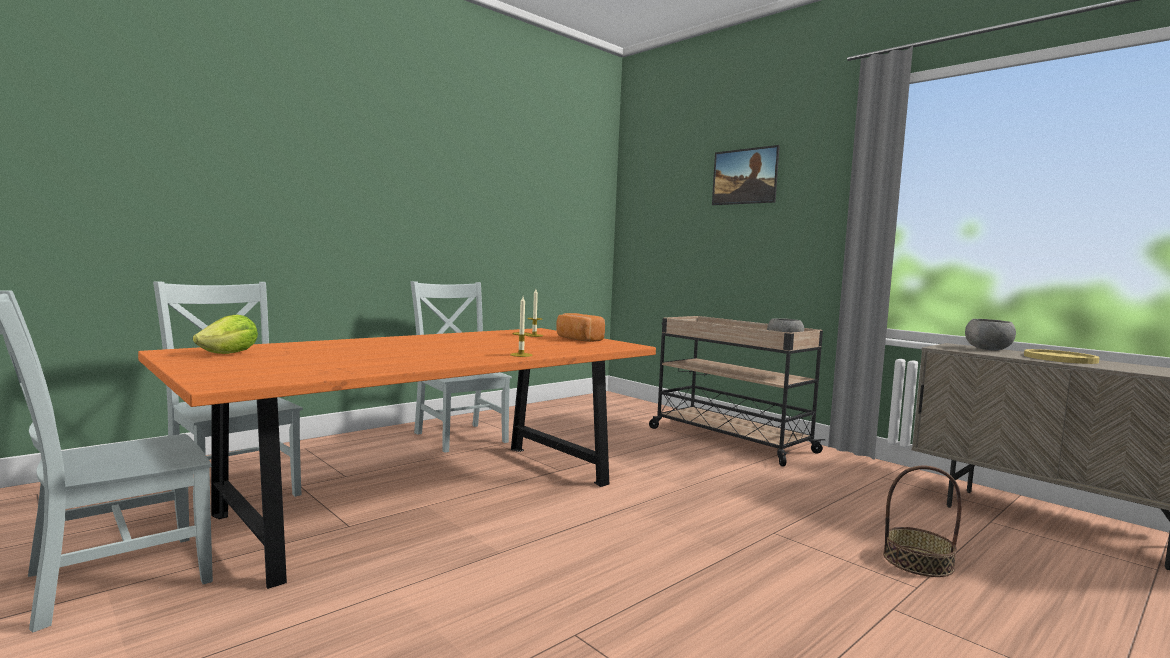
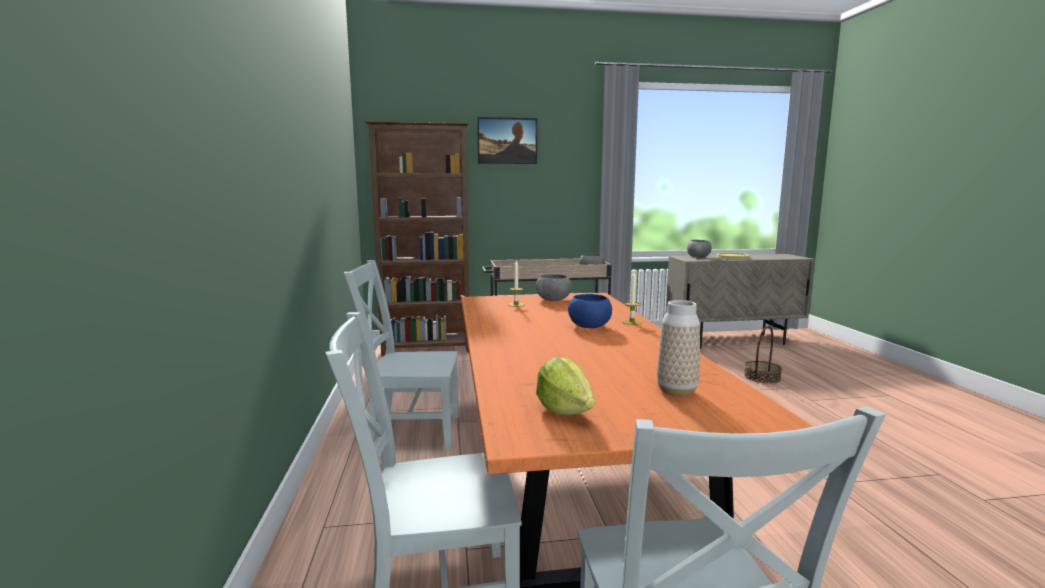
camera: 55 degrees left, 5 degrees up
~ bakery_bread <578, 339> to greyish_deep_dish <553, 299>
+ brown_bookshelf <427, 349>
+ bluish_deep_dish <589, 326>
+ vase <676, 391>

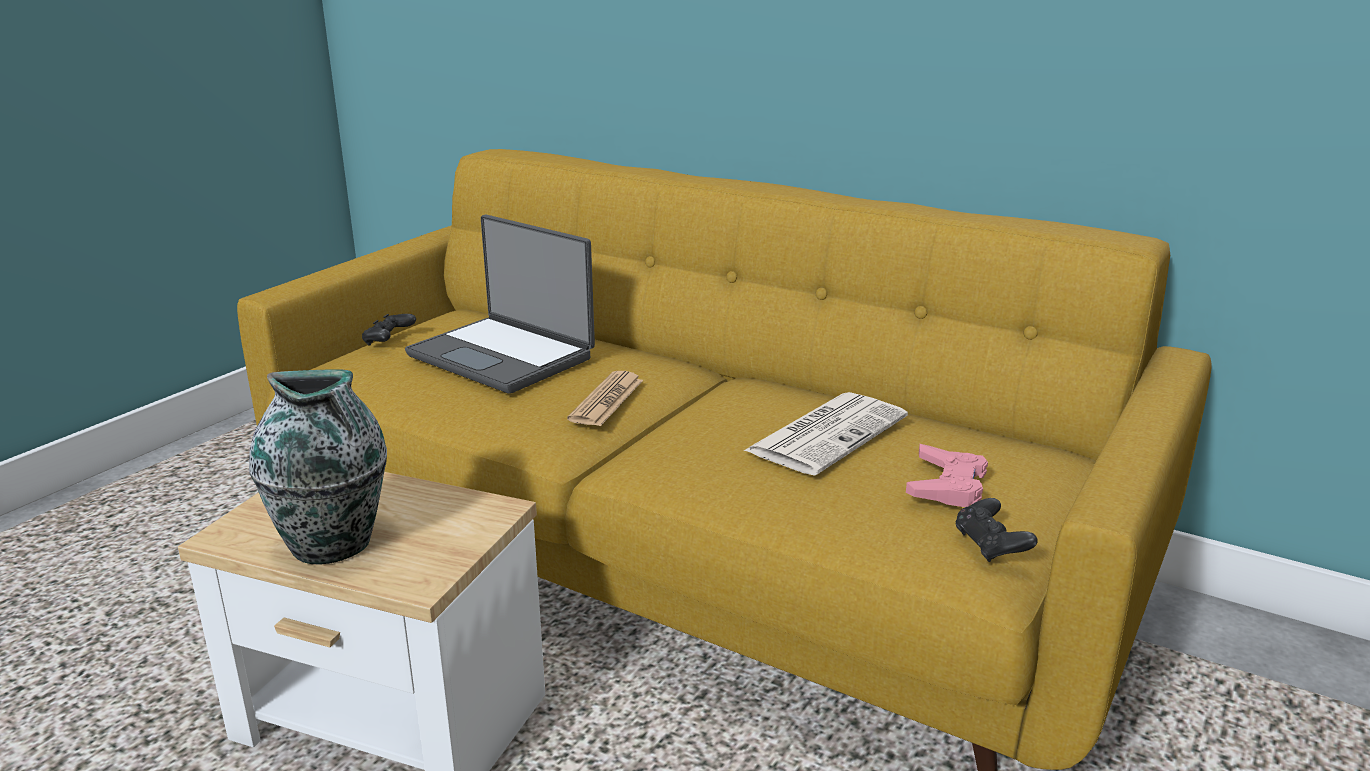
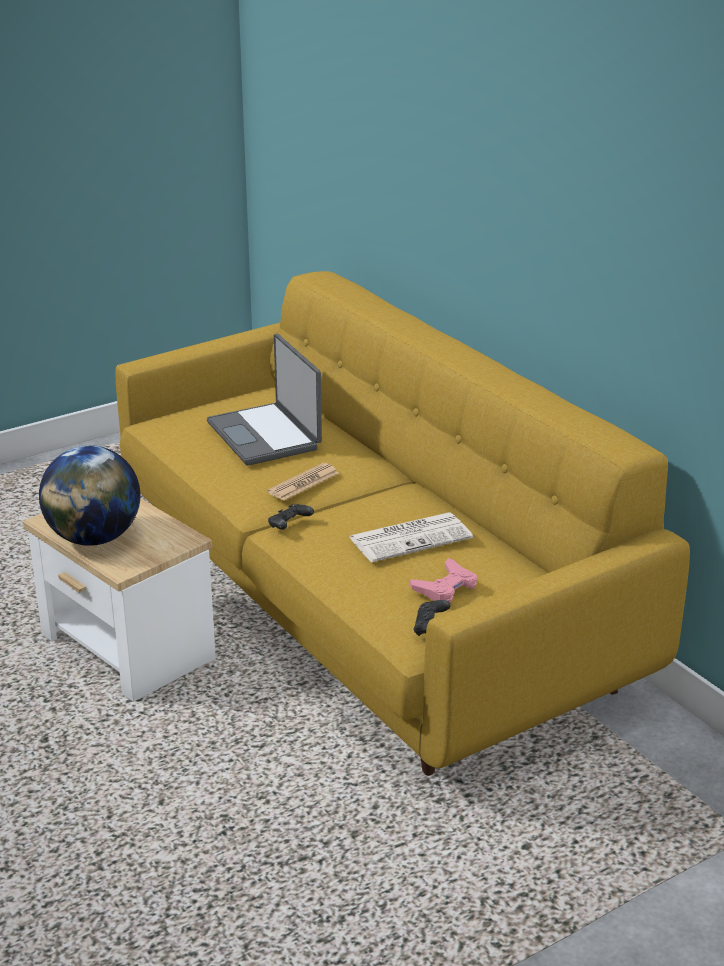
camera: 25 degrees right, 5 degrees up
~ blackish_joypad <389, 341> to <289, 526>
~ vase <333, 544> to globe <94, 538>

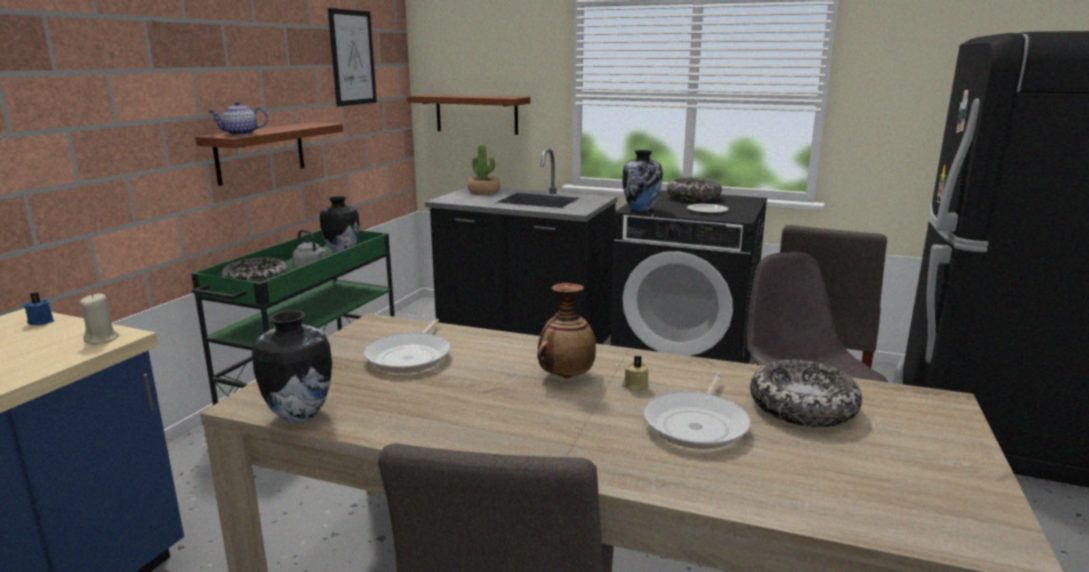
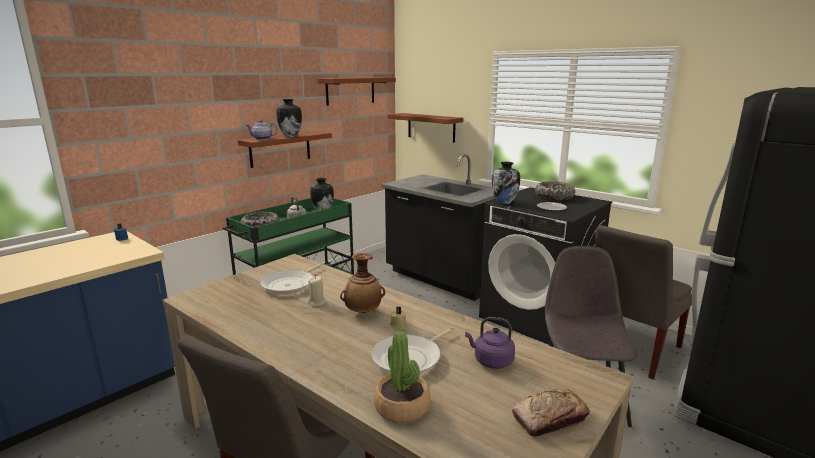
camera: 20 degrees right, 0 degrees up
~ wall_art <352, 58> to brown_wall_shelf <350, 91>
~ potted_plant <484, 192> to <402, 407>
~ sand-coloured_wax_light <102, 339> to <317, 302>
~ vase <298, 416> to <290, 136>
~ deep_dish <802, 407> to purple_water_kettle <491, 361>
+ bakery_bread <549, 418>

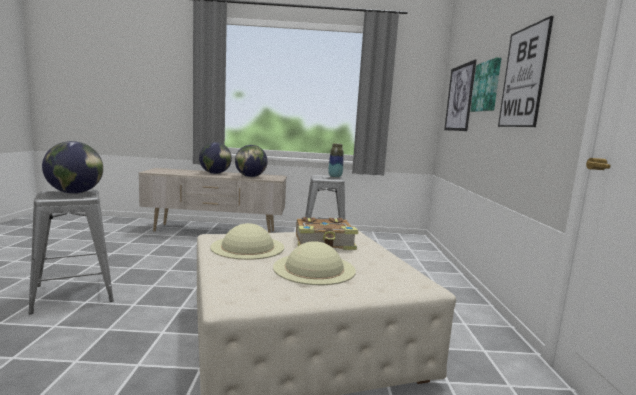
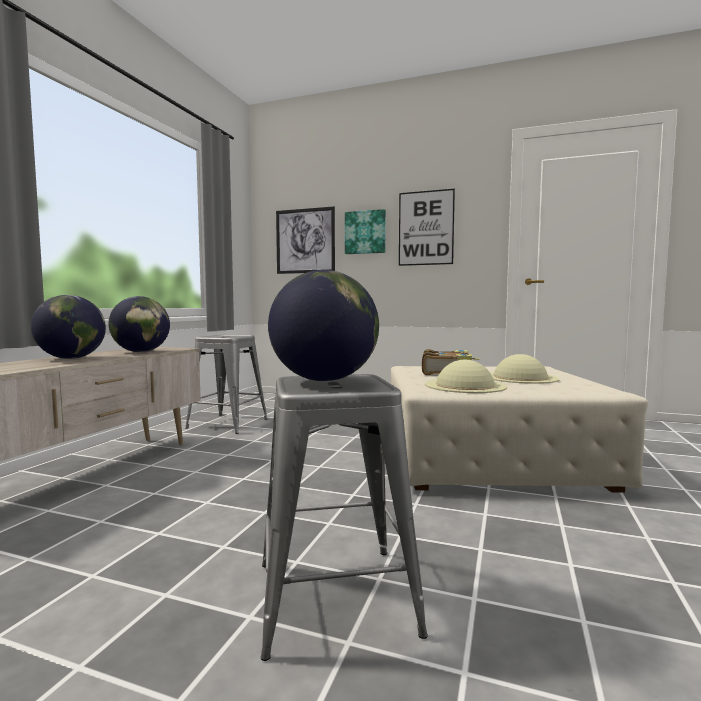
camera: 70 degrees left, 5 degrees down
- vase <335, 177>

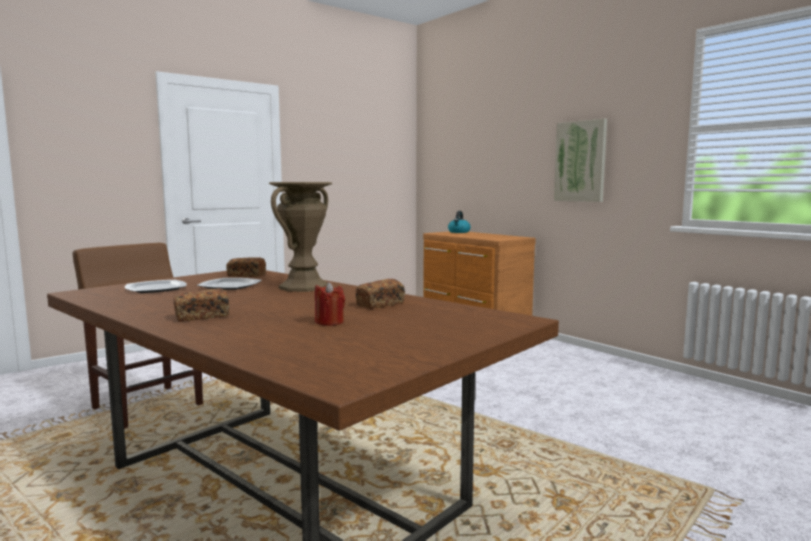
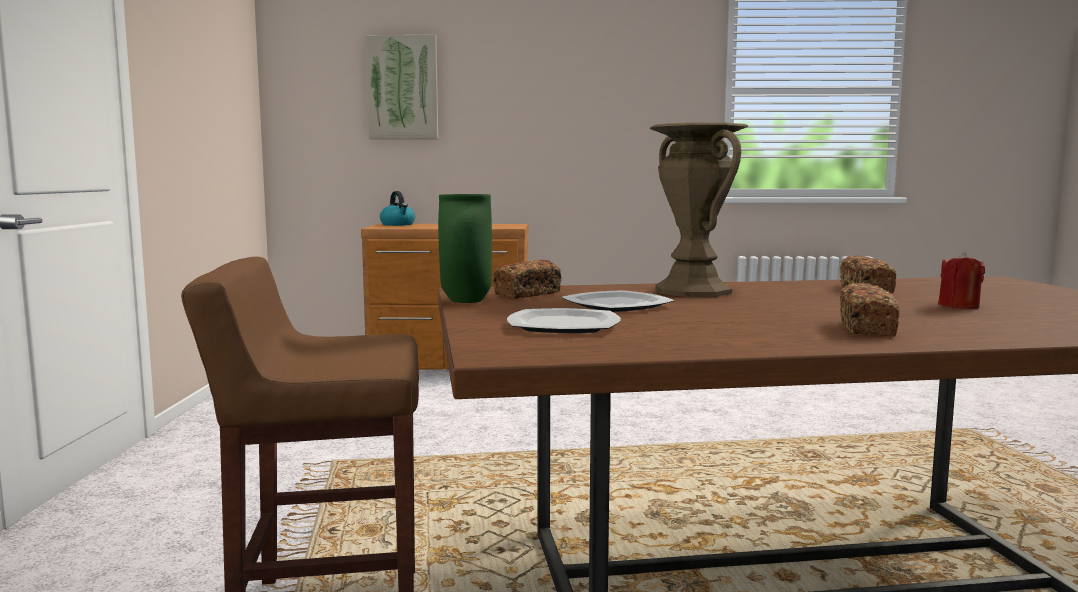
camera: 50 degrees left, 0 degrees up
~ wall_art <580, 161> to <402, 88>
+ green-coloured_vase <464, 301>

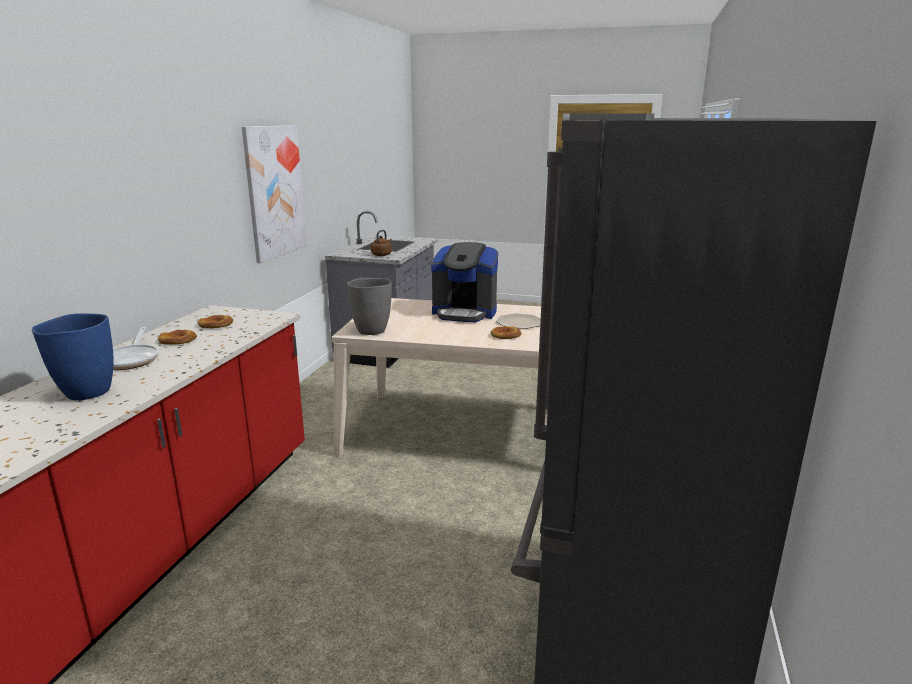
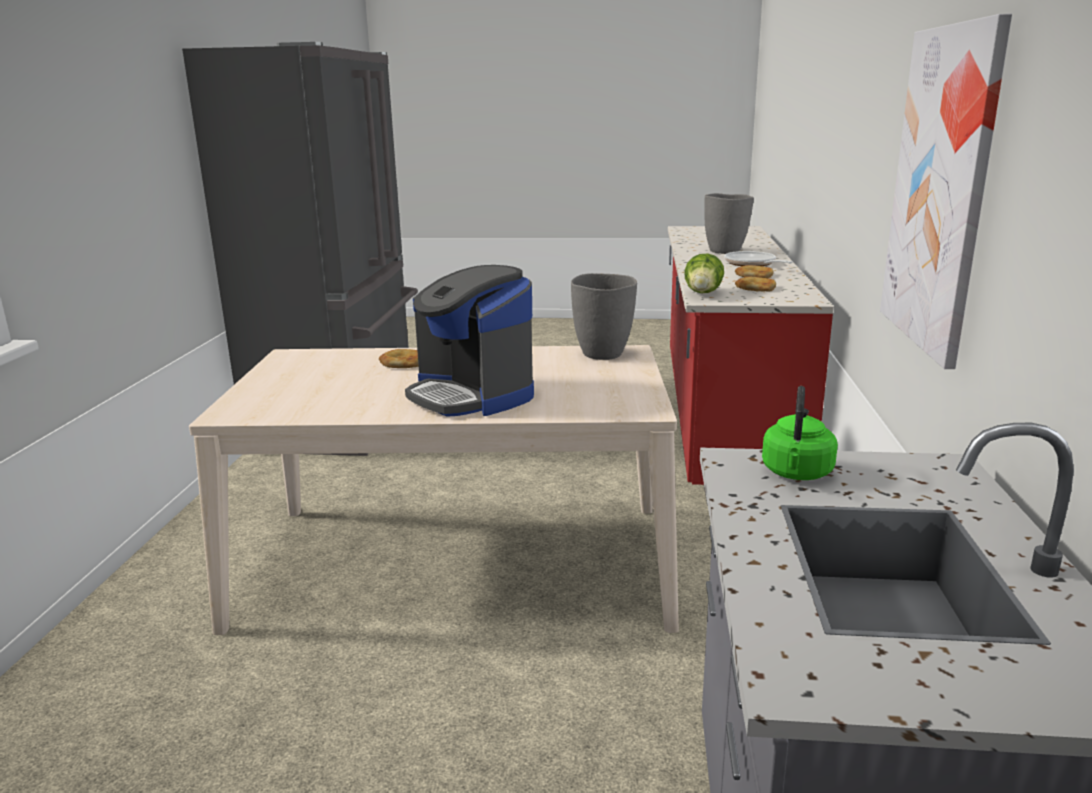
camera: 170 degrees right, 0 degrees up
~ brown_water_kettle <382, 255> to green-coloured_water_kettle <796, 474>
~ coffee_brewer <465, 313> = <472, 395> 135 degrees counterclockwise
~ bluish_vase <86, 393> to greyish_vase <725, 251>
- flat_dish <519, 322>
+ lettuce <703, 294>

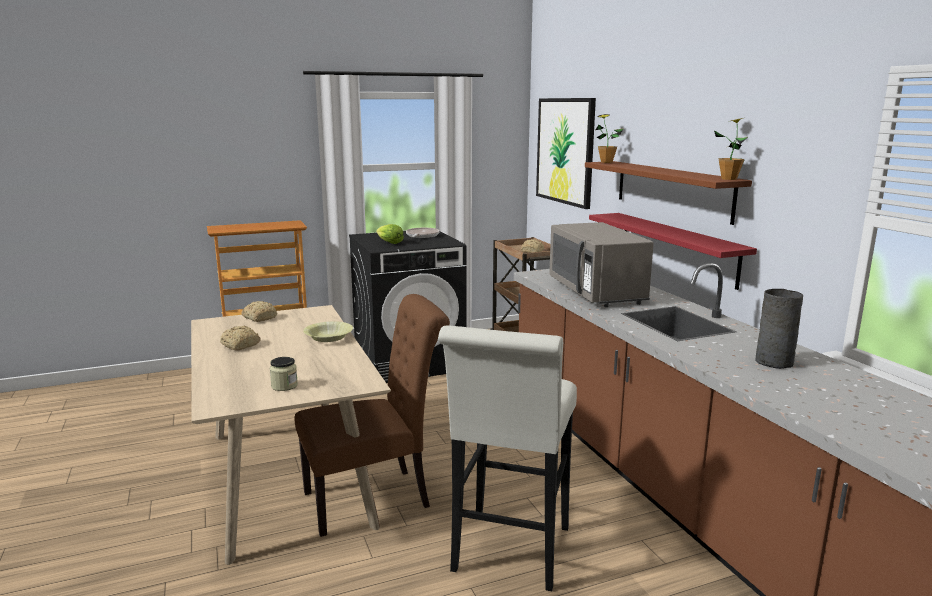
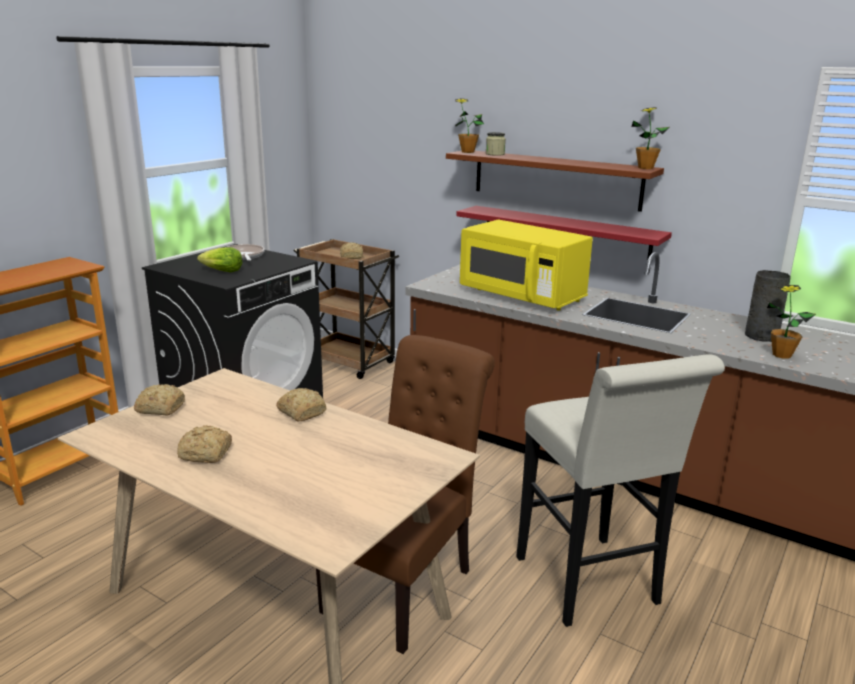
camera: 35 degrees left, 5 degrees up
- wall_art <565, 151>
~ greyish_microwave <596, 292> to yellow_microwave <522, 296>
~ yellow_deep_dish <329, 338> to bakery_bread <302, 412>
~ storage_jar <284, 386> to <495, 154>
+ potted_plant <781, 355>

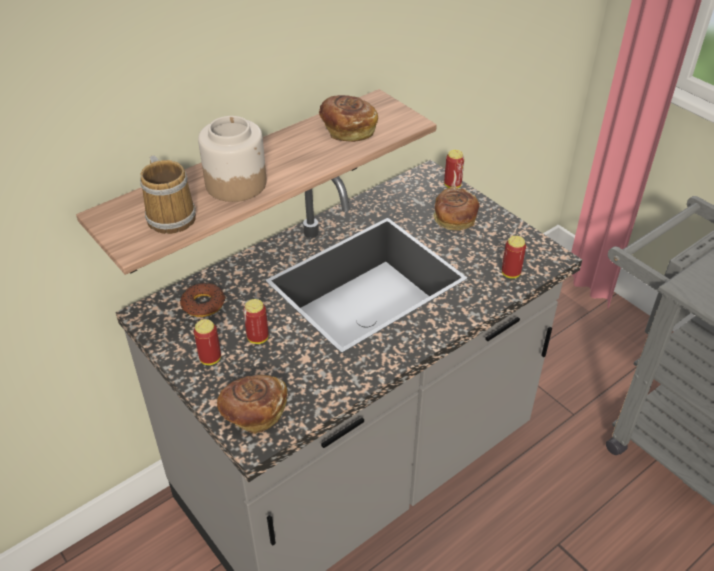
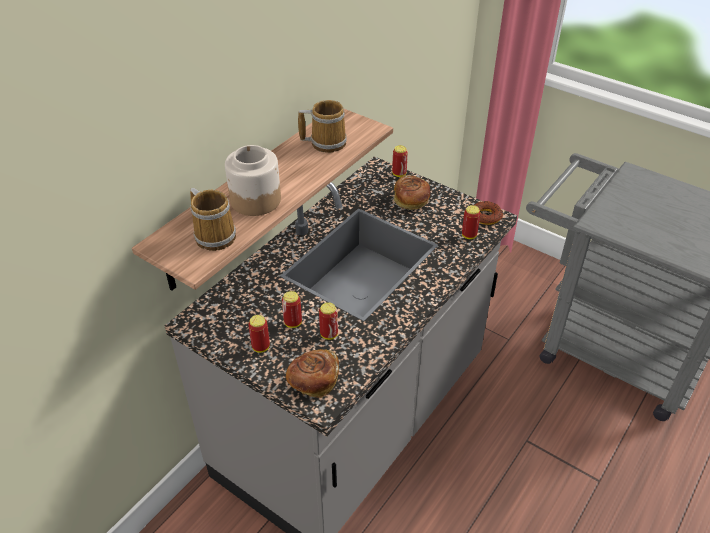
camera: 15 degrees left, 0 degrees up
~ bakery_bread <347, 129> to mug <326, 142>
~ donut <203, 304> to <486, 216>
+ sealed_can <329, 334>

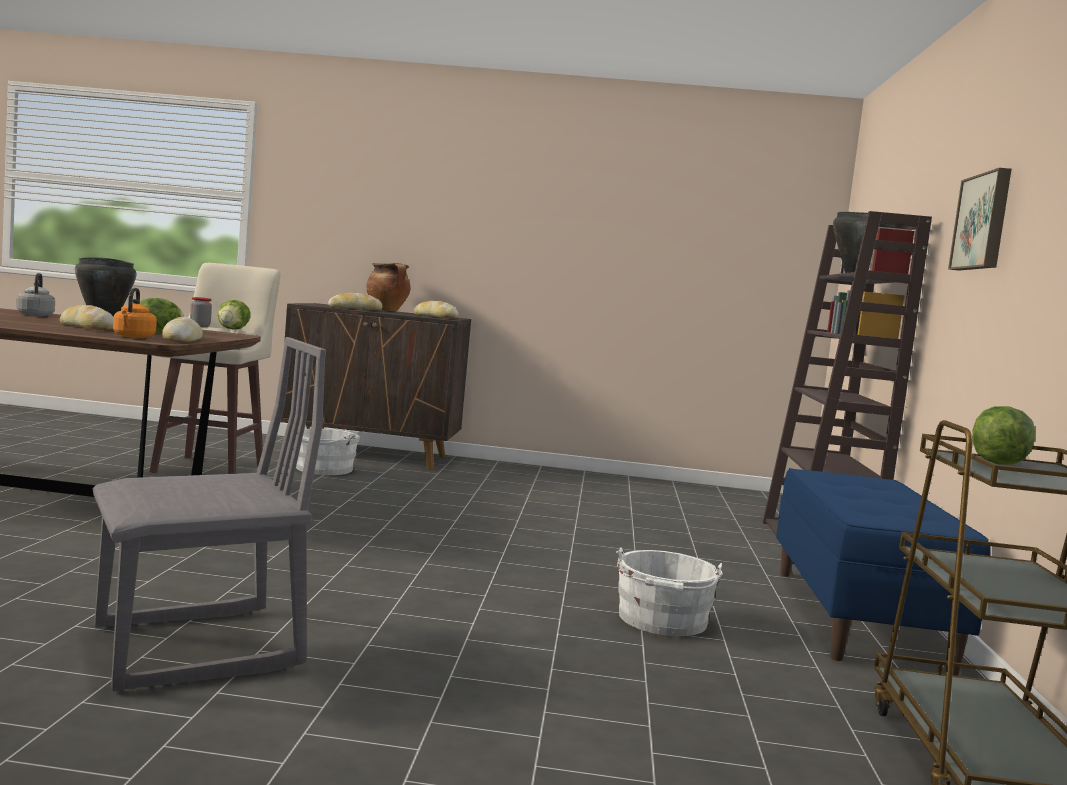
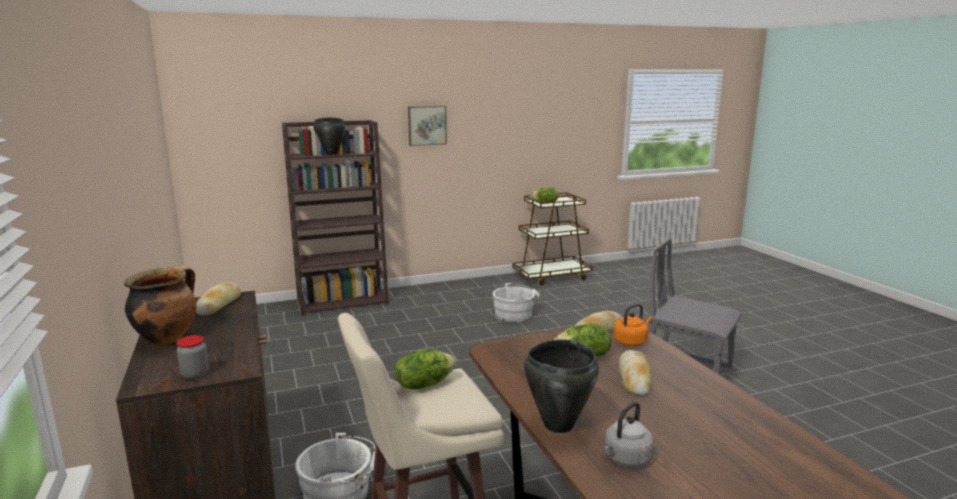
camera: 115 degrees left, 10 degrees up
- bakery_bread <355, 309>
~ storage_jar <200, 326> to <195, 374>
- bluish_long_seat <858, 618>

